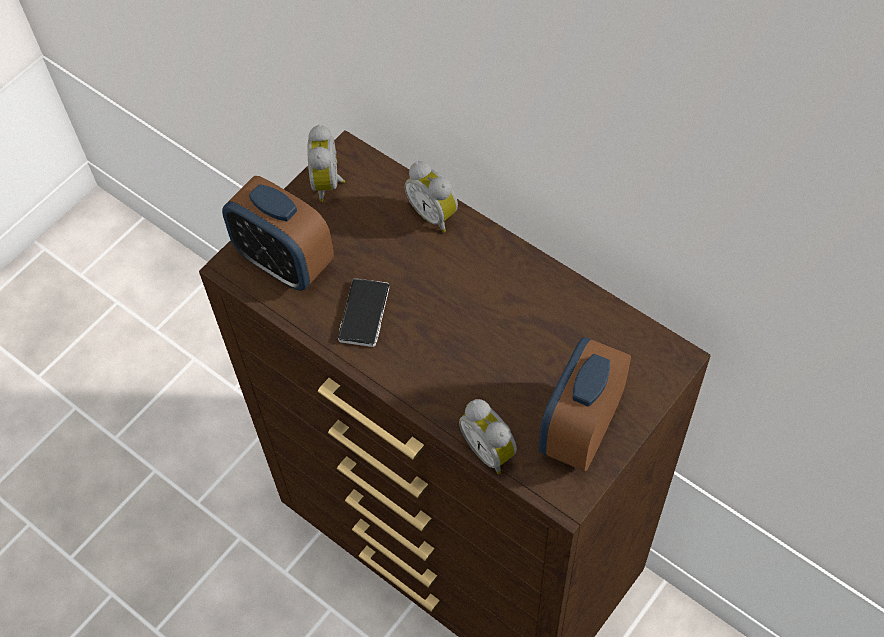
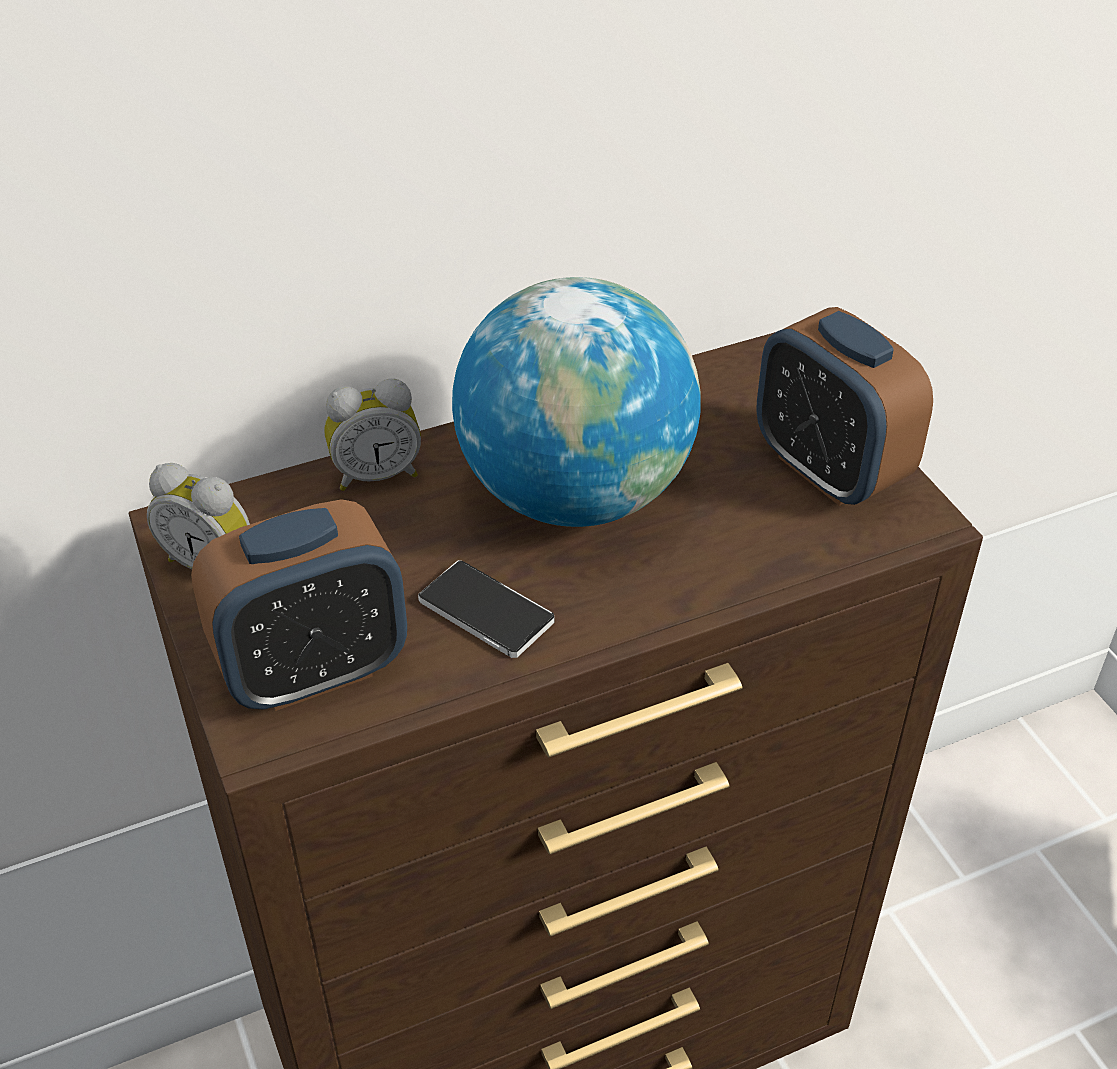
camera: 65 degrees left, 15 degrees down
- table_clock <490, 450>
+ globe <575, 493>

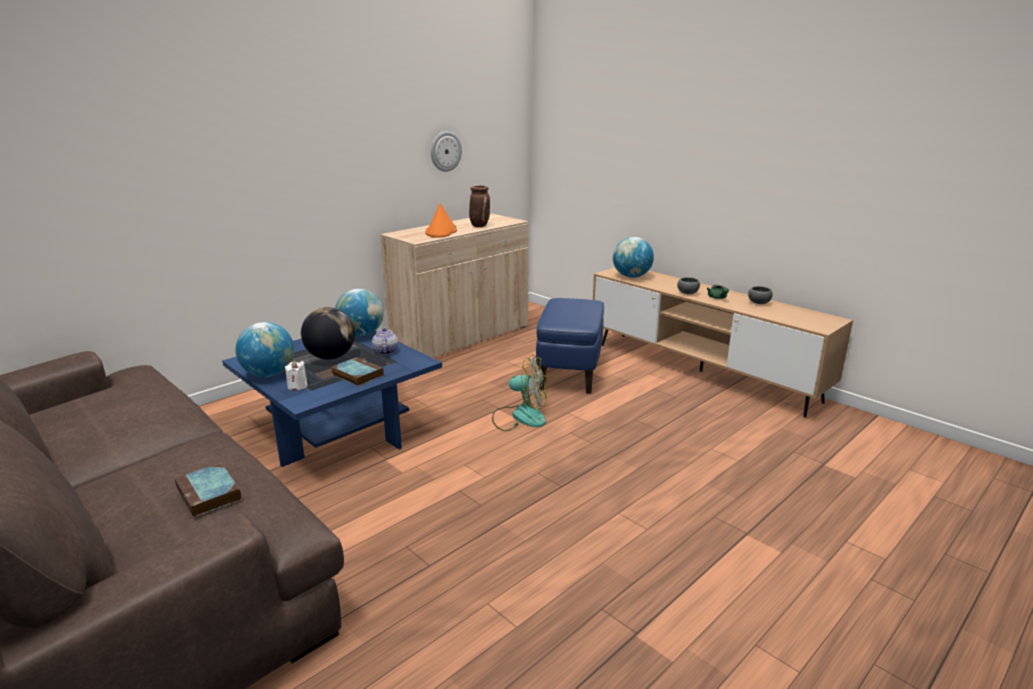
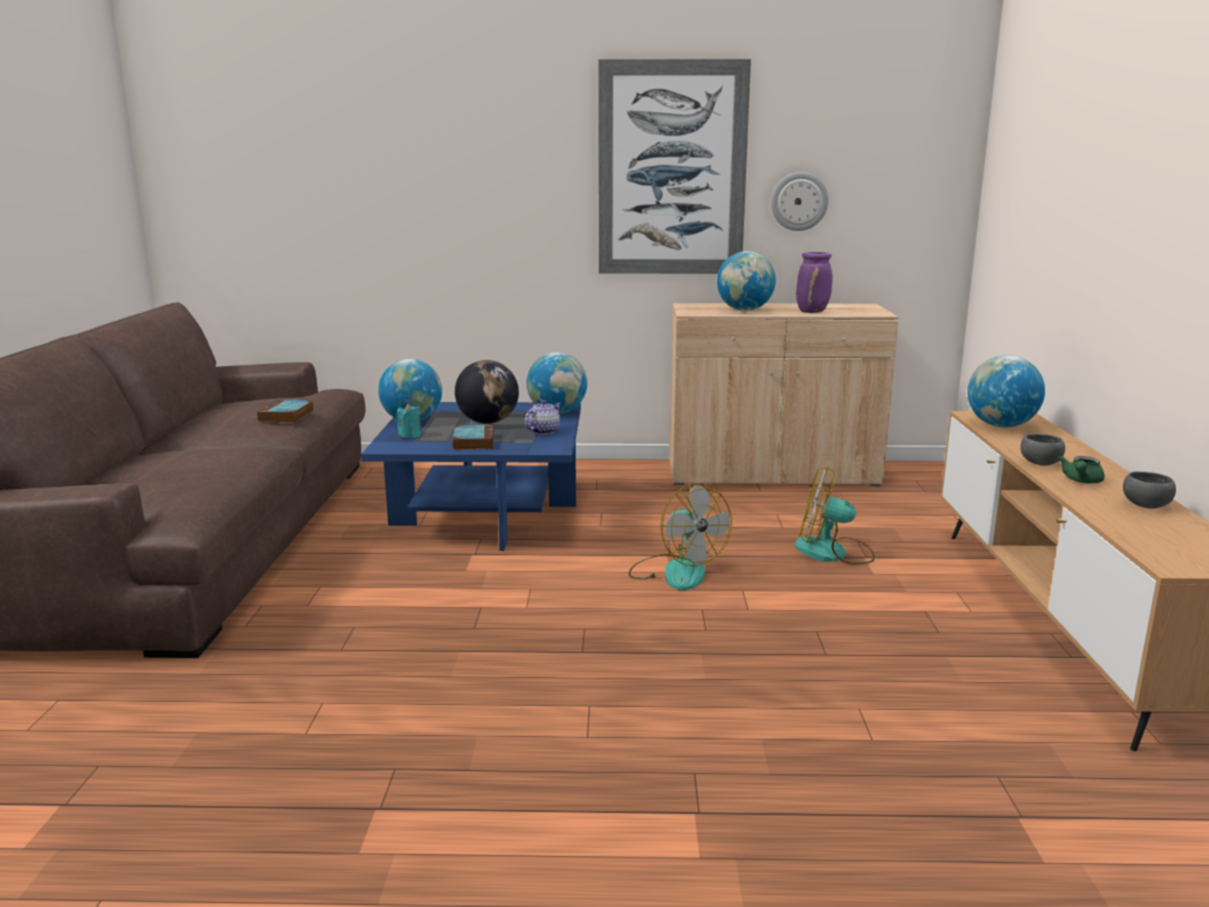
camera: 45 degrees right, 5 degrees down
~ brown_vase <479, 226> to purple_vase <812, 311>
~ orangey_wearable_hat <441, 232> to globe <745, 310>
~ bluish_ottoman <570, 373> to electric_fan <833, 553>
~ whitish_wax_light <297, 386> to turquoise_wax_light <410, 435>
~ book <210, 494> to <286, 416>
+ wall_art <672, 169>

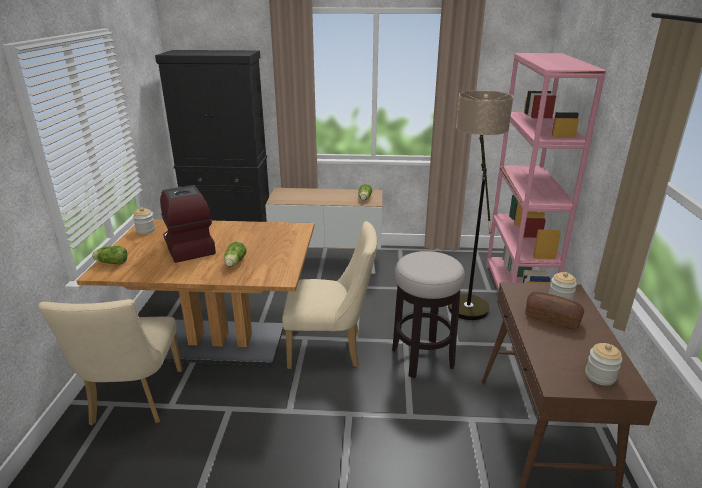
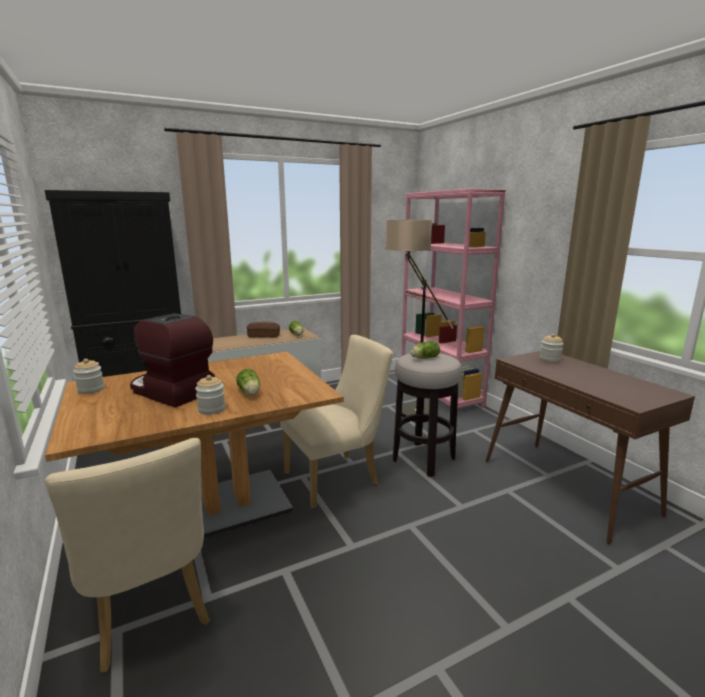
camera: 30 degrees left, 10 degrees down
~ lettuce <111, 263> to <424, 358>
~ bakery_bread <552, 318> to <263, 336>
~ storage_jar <600, 376> to <211, 409>

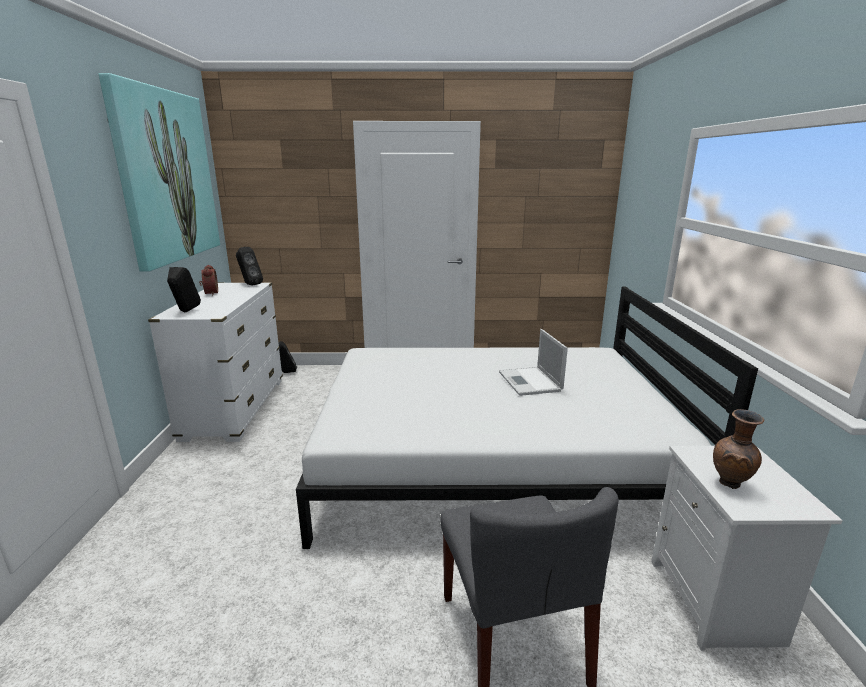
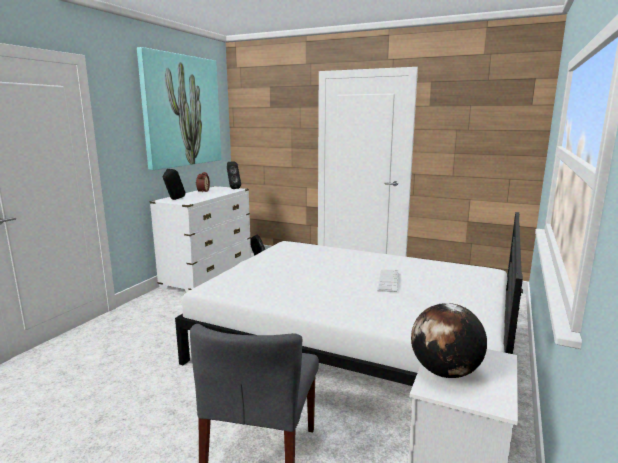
camera: 25 degrees right, 5 degrees down
~ portable_computer <530, 382> to keyboard <388, 281>
~ brown_vase <730, 484> to globe <445, 372>

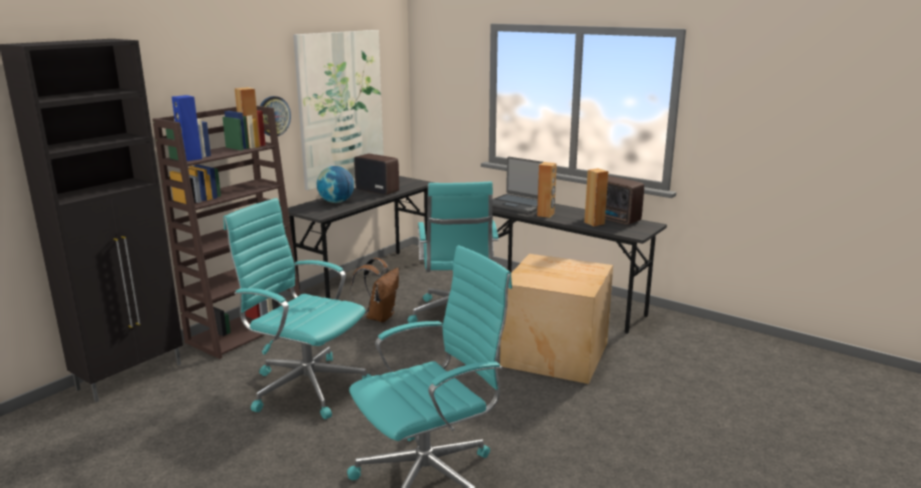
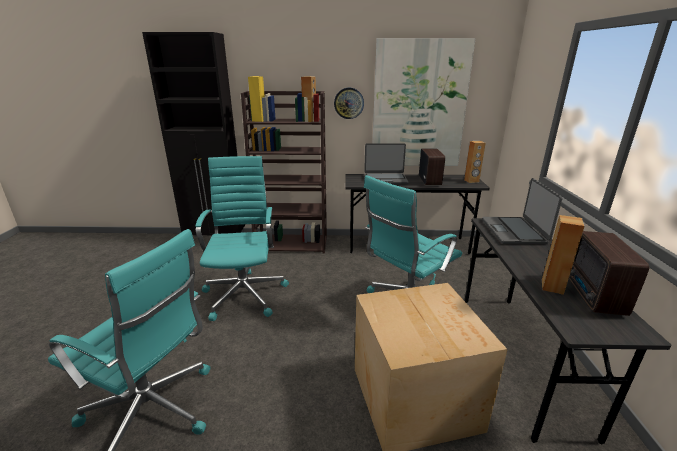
camera: 55 degrees right, 5 degrees up
~ bluish_loudspeaker <190, 158> to yellow_loudspeaker <259, 120>
~ brown_loudspeaker <546, 215> to <471, 181>
~ globe <336, 202> to portable_computer <385, 179>
- brown_knapsack <379, 317>

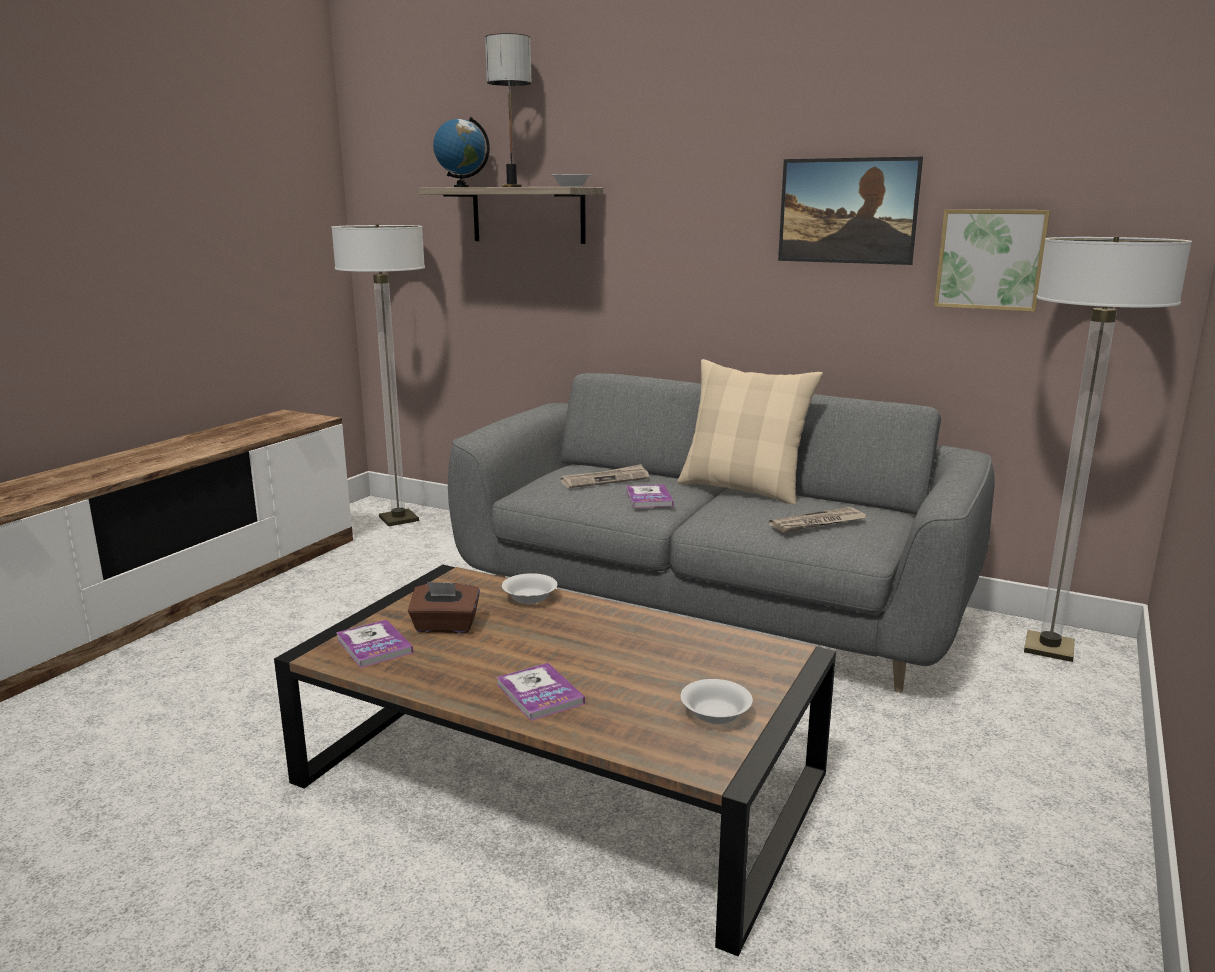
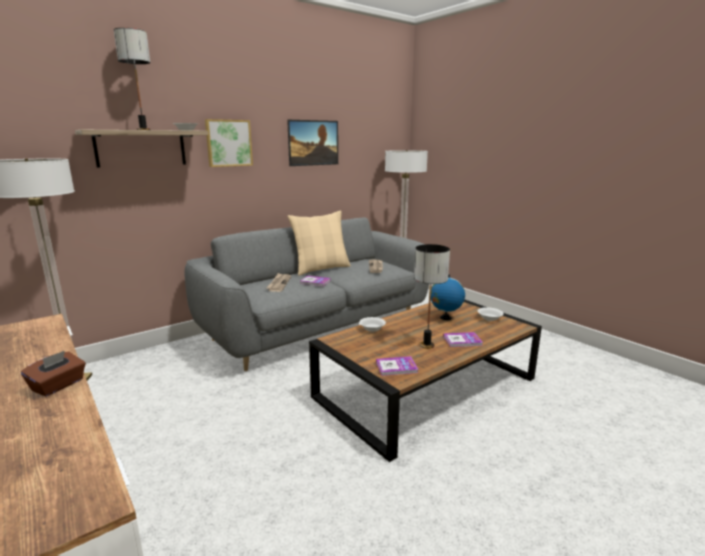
camera: 65 degrees left, 0 degrees up
~ globe <461, 187> to <445, 318>
~ wall_art <990, 259> to <228, 143>
~ brown_box_of_tissues <445, 626> to <58, 385>
+ table_lamp <427, 345>

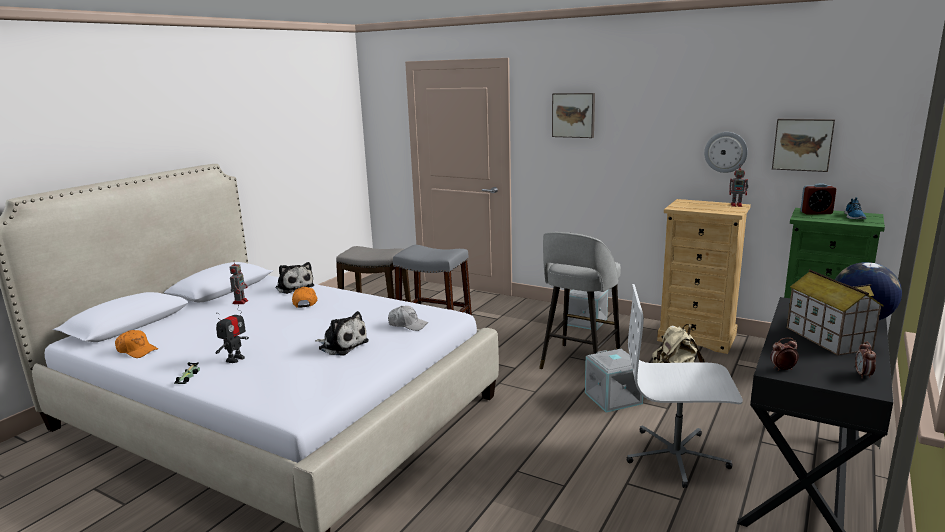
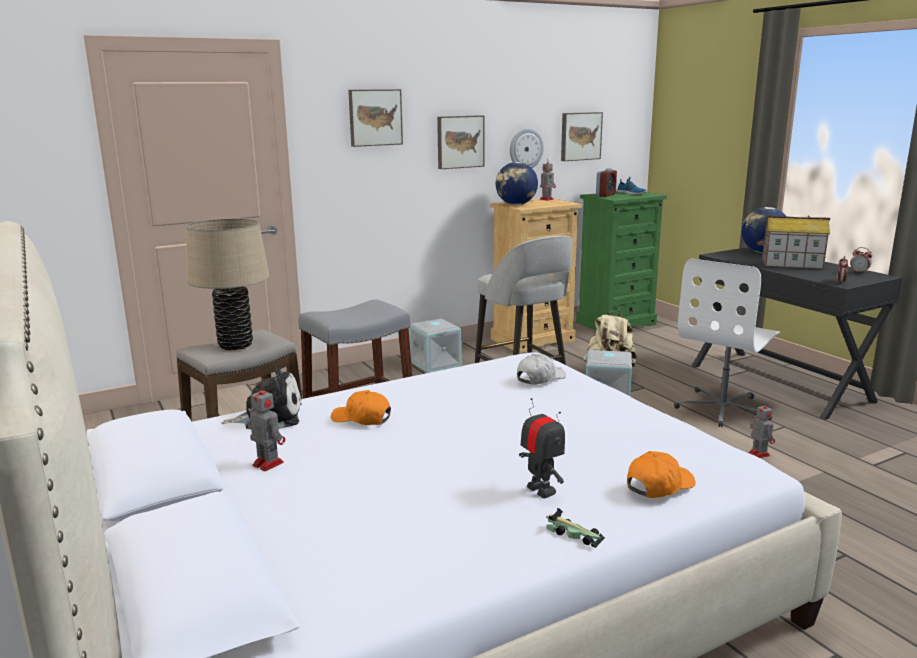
camera: 60 degrees left, 0 degrees up
- cuddly_toy <342, 345>
~ orangey_baseball_cap <137, 350> to <659, 485>
+ wall_art <459, 142>
+ globe <516, 204>
+ sand-coloured_table_lamp <235, 345>
+ robot_figure <758, 453>

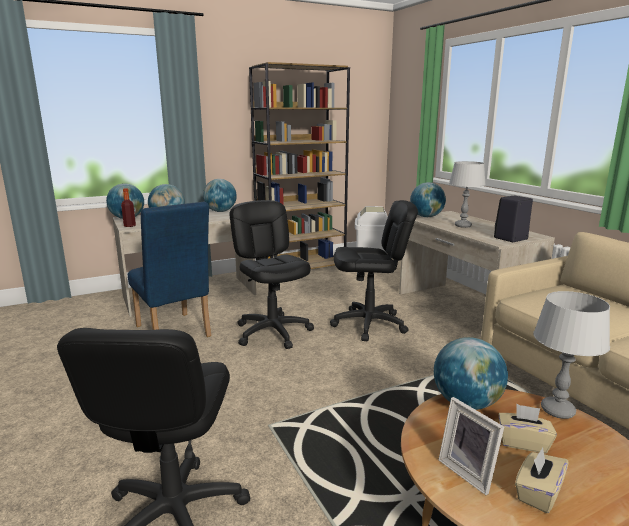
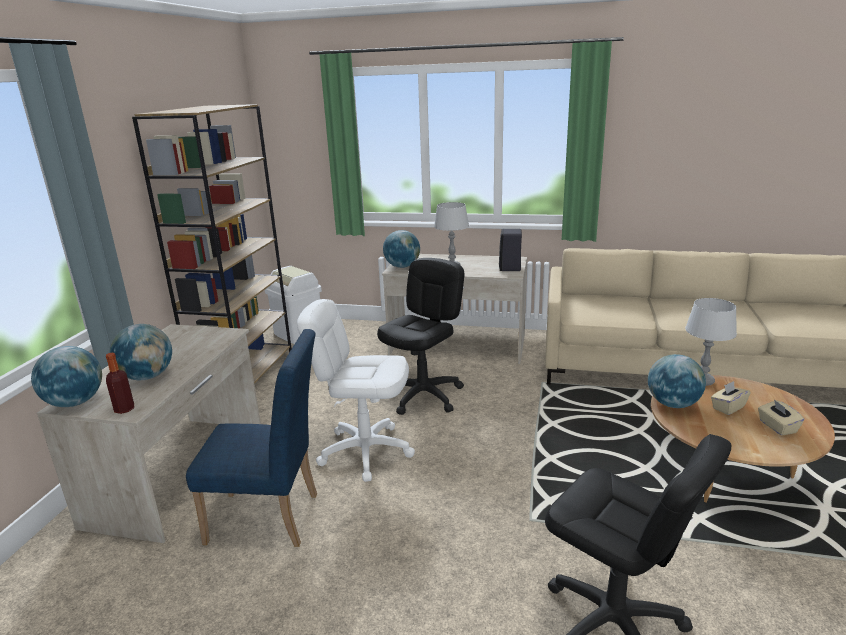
camera: 50 degrees left, 5 degrees up
- globe <220, 211>
~ blackish_desk_chair <273, 332> to whitish_desk_chair <365, 451>
- standing_frame <469, 472>

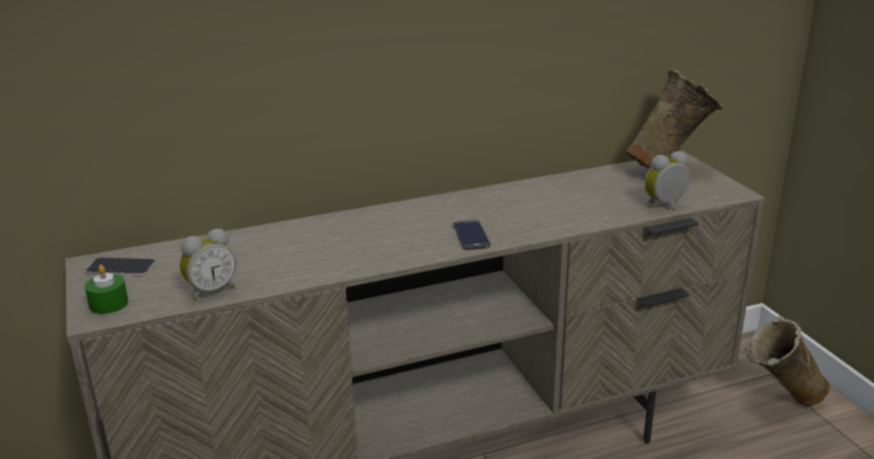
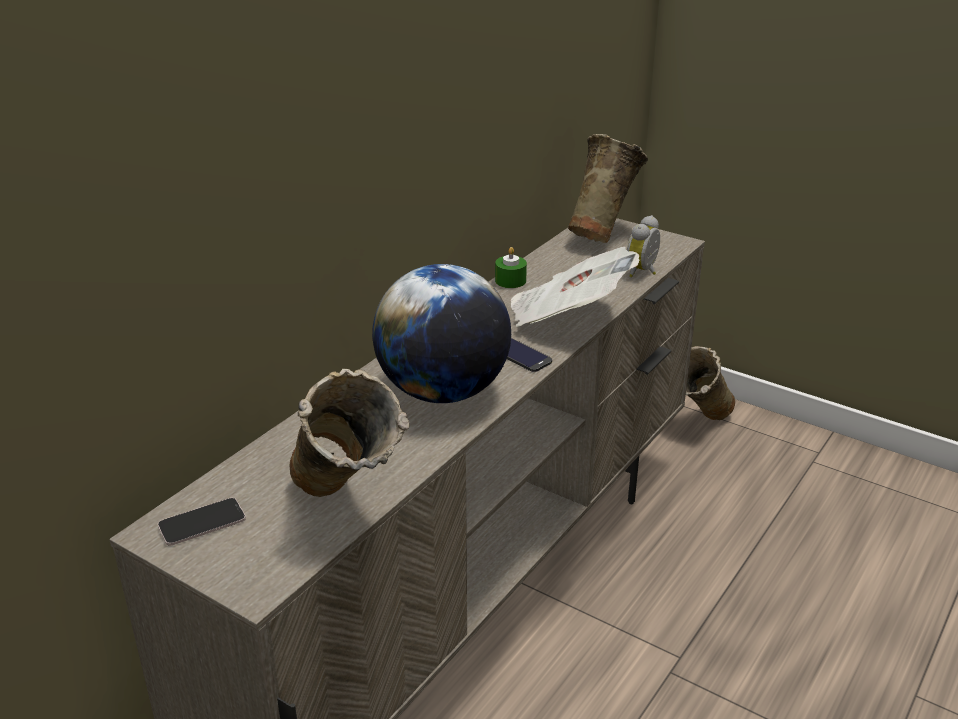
camera: 35 degrees left, 5 degrees up
~ table_clock <211, 291> to sand-coloured_vase <347, 508>
~ green-coloured_wax_light <109, 304> to <510, 281>
+ printed_paper <567, 316>
+ globe <443, 392>

